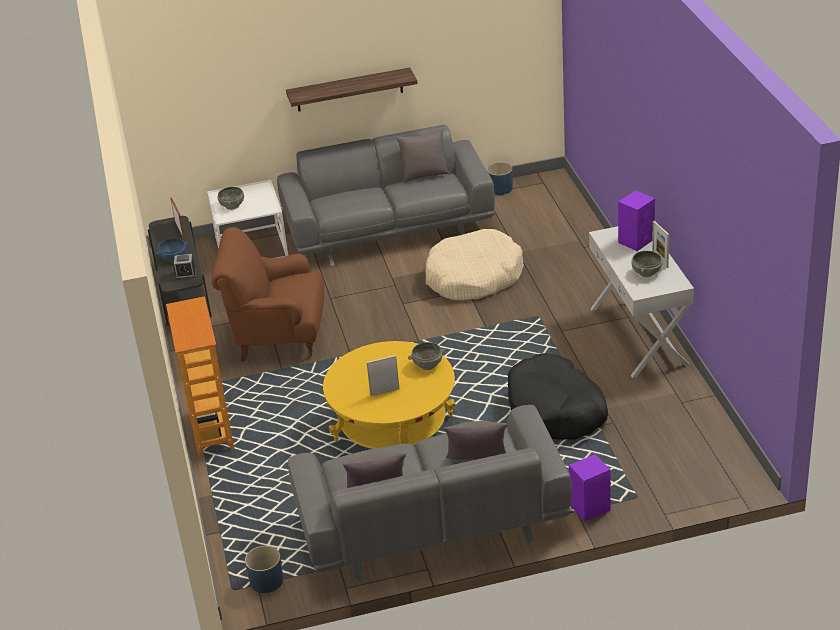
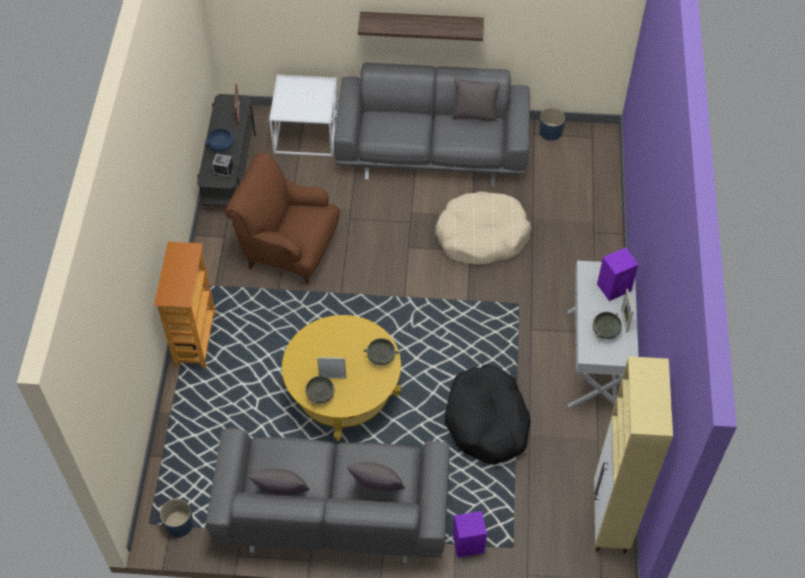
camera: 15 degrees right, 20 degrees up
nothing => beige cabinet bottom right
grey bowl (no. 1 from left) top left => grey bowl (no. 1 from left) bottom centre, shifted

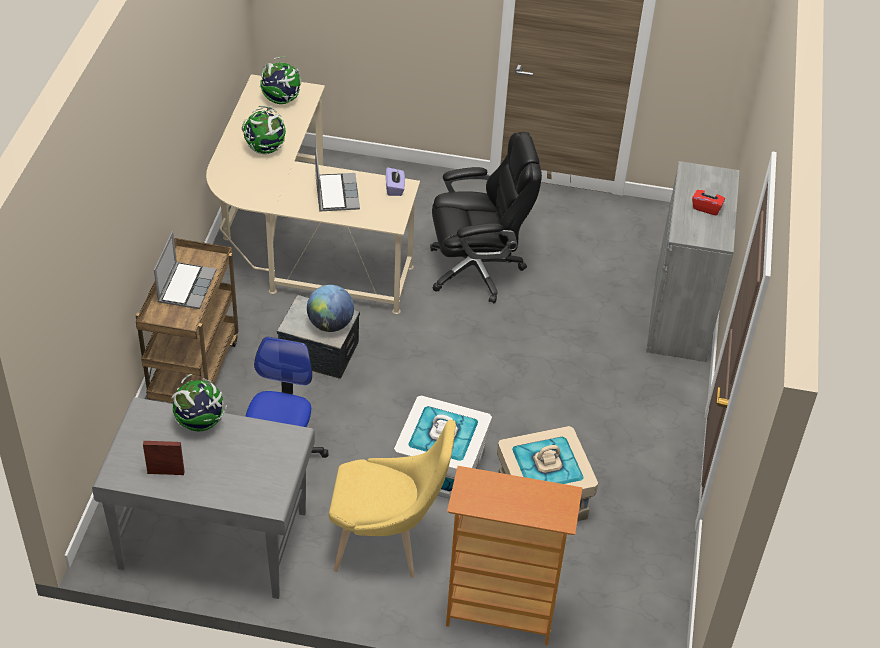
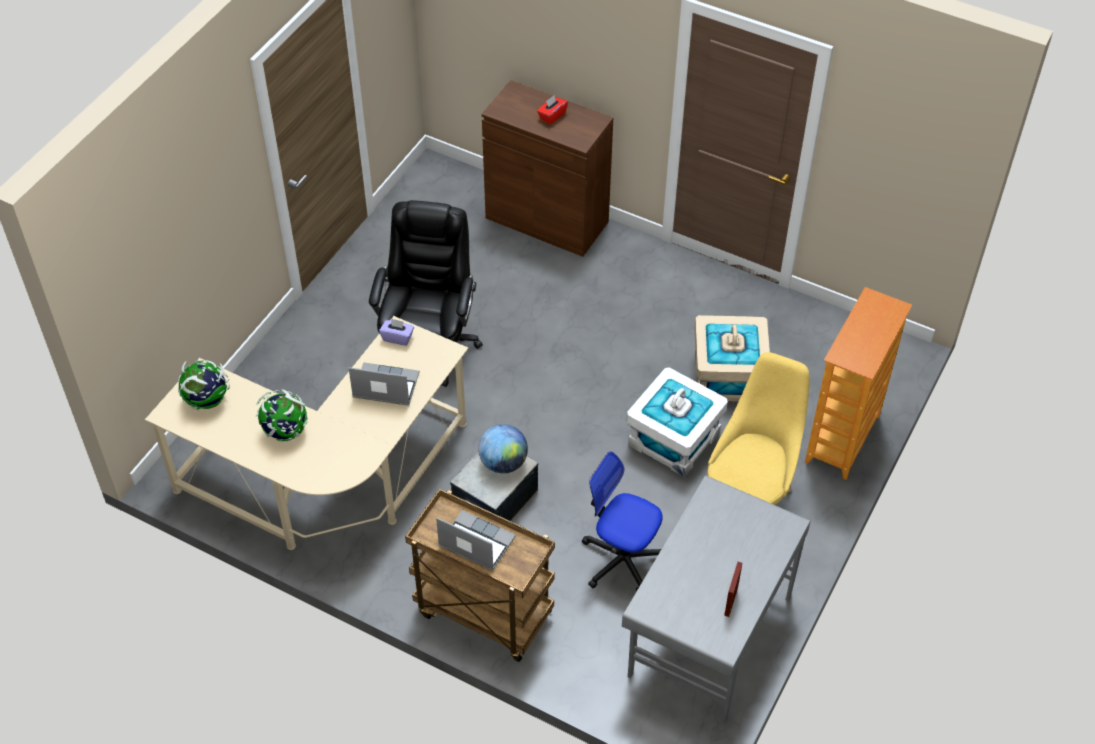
camera: 70 degrees left, 5 degrees up
globe (no. 1 from left) middle left => nothing
grey cabinet middle right => brown cabinet top centre

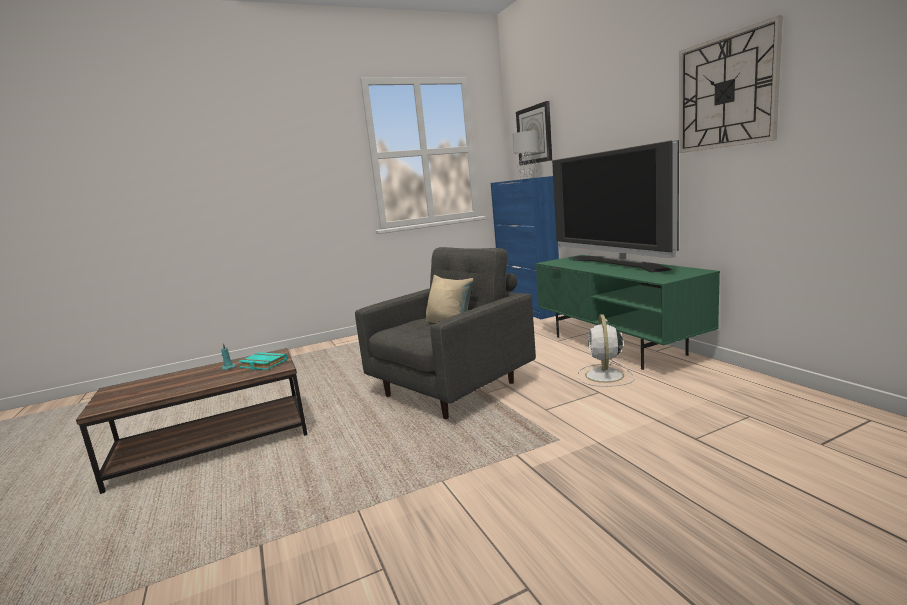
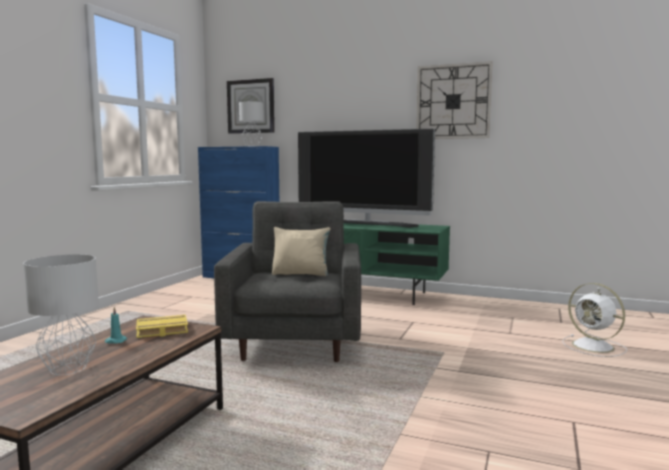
camera: 45 degrees left, 5 degrees down
nothing => grey table lamp (no. 1 from left) bottom left
white fan middle right => white fan bottom right, shifted
turquoise book middle left => yellow book bottom left

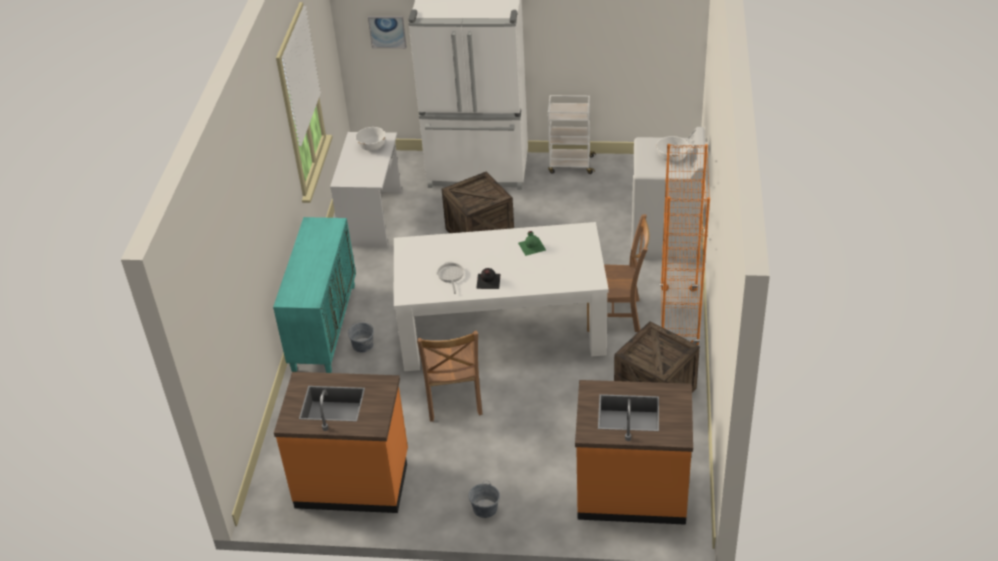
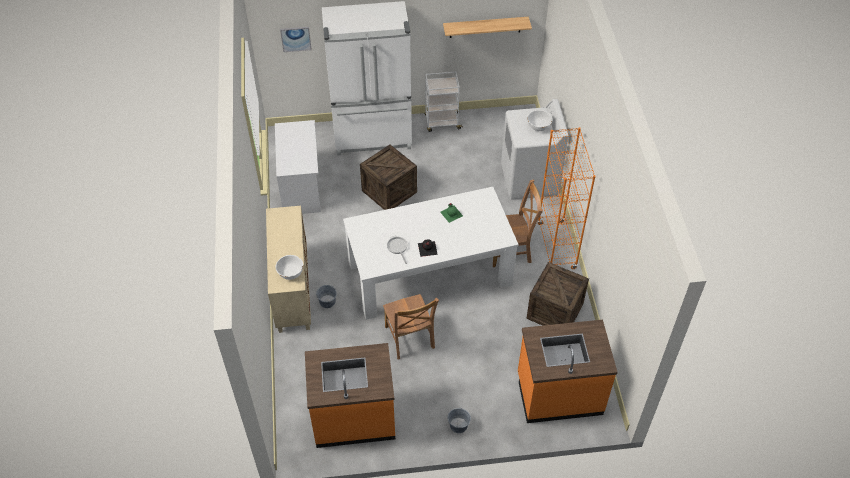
camera: 15 degrees left, 10 degrees up
nothing => shelf top centre
white bowl (no. 1 from left) top centre => white bowl (no. 1 from left) centre, shifted
turquoise cabinet middle left => beige cabinet centre

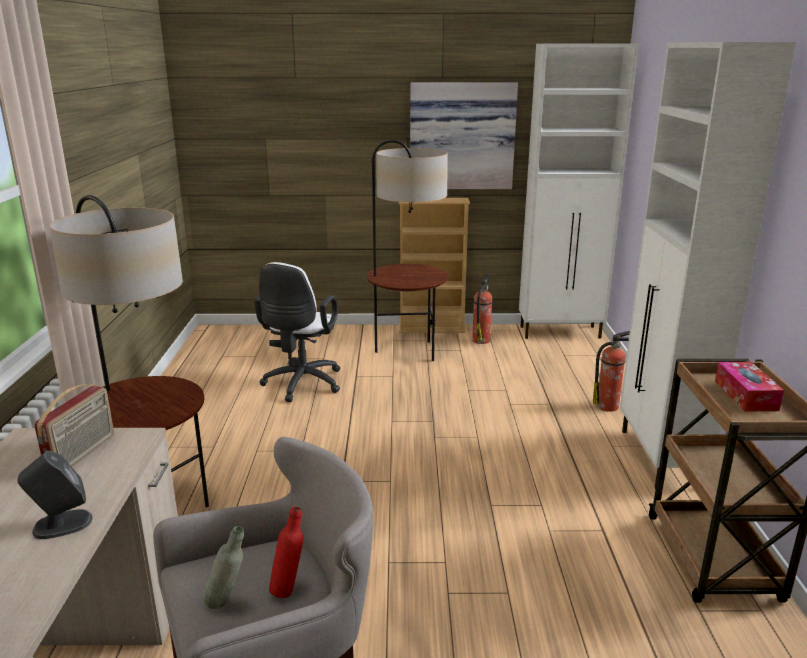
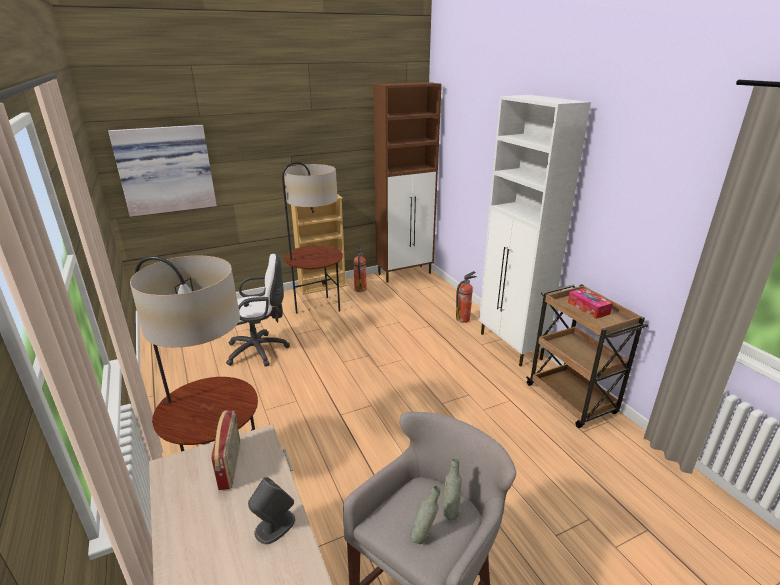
camera: 25 degrees left, 5 degrees up
picture top centre => picture top left, shifted
red bottle bottom centre => grey bottle (no. 2 from left) bottom centre
white cabinet (no. 1 from left) top right => brown cabinet top centre
white office chair centre => white office chair middle left, 90 degrees counterclockwise

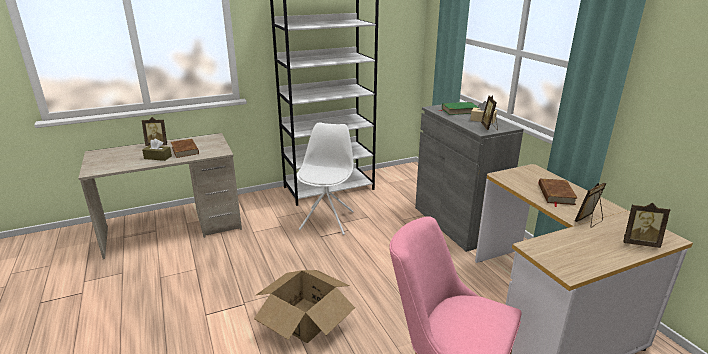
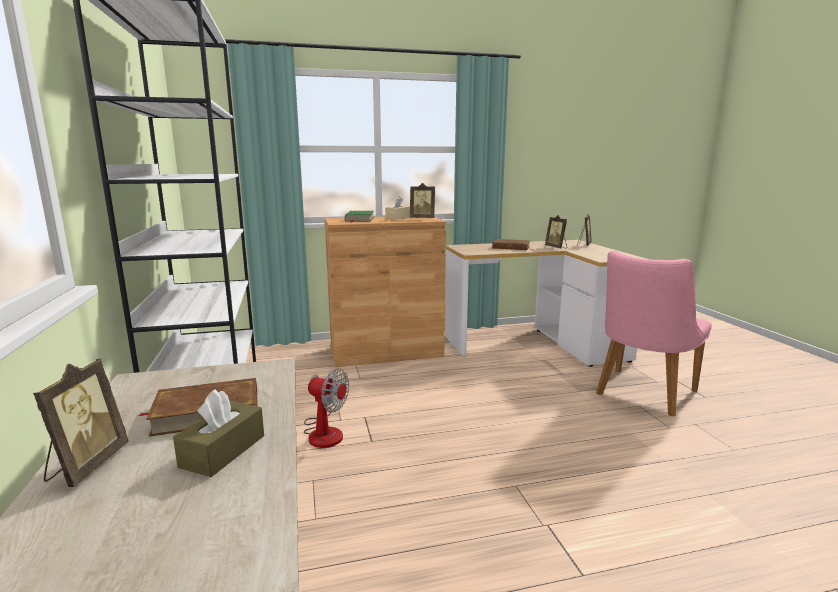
camera: 80 degrees left, 10 degrees down
cardboard box bottom centre => nothing
white chair centre => fan bottom centre
grey cabinet centre => brown cabinet centre

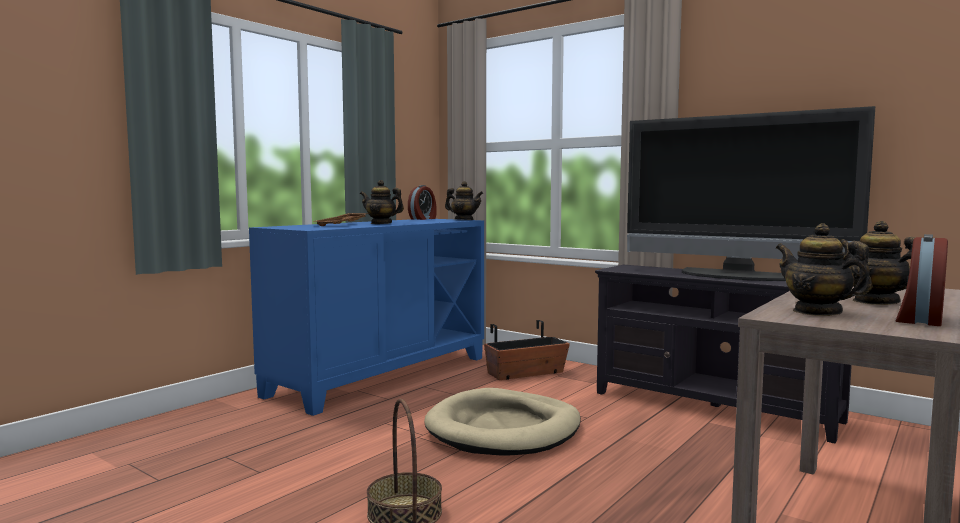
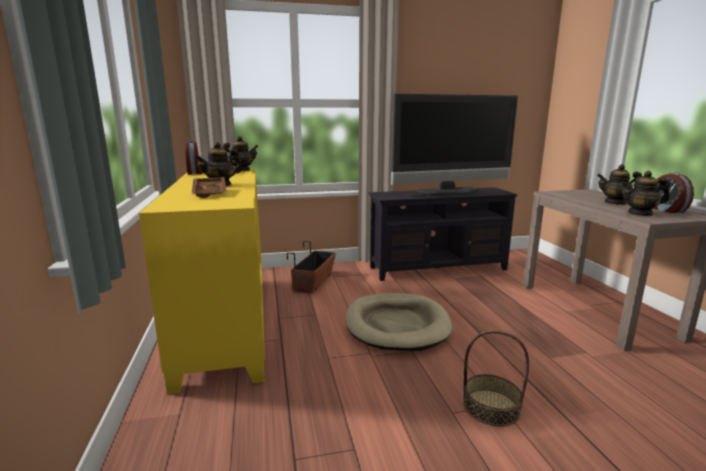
camera: 50 degrees left, 10 degrees up
blue cabinet centre => yellow cabinet middle left

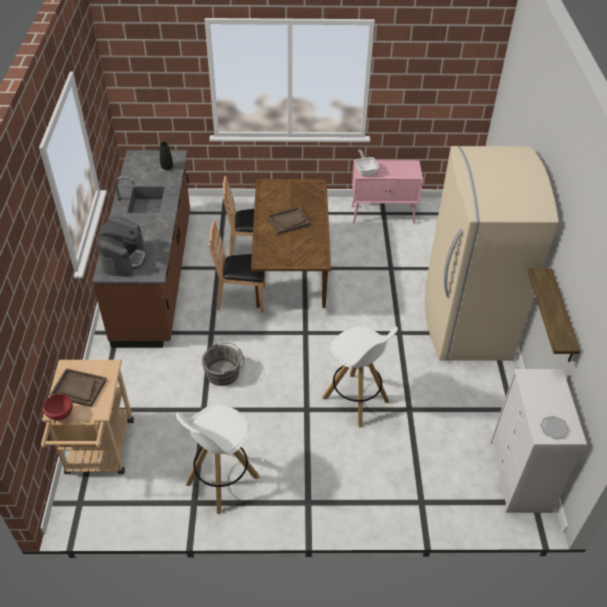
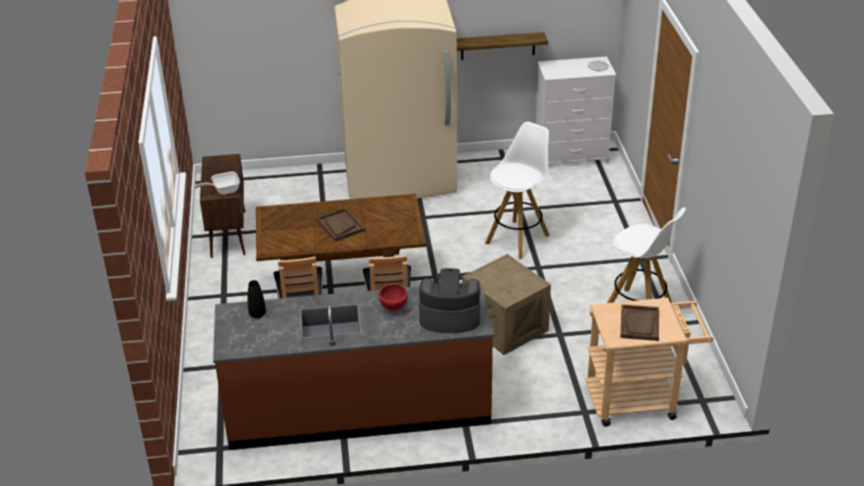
camera: 95 degrees left, 10 degrees down
red bowl bottom left => red bowl centre, shifted
grey bucket centre => crate centre
pink cabinet top centre => brown cabinet middle left

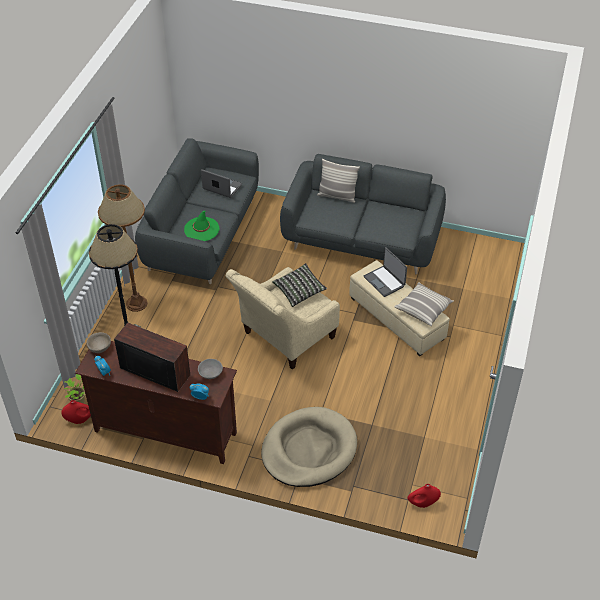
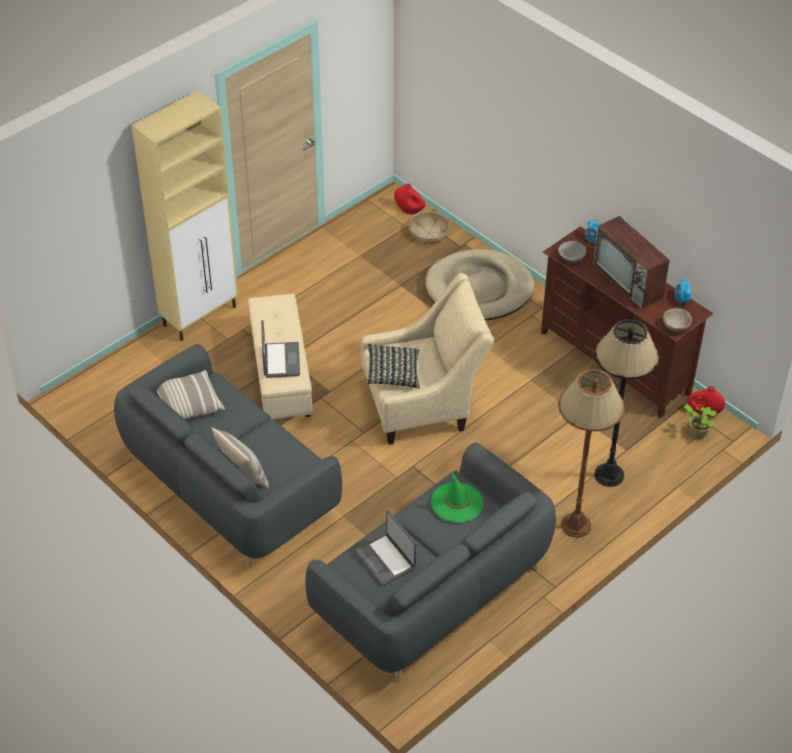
camera: 150 degrees left, 0 degrees up
nothing => beige cabinet top left
nothing => basket top centre
pillow (no. 3 from left in the first image) middle right => pillow (no. 1 from left) middle left, shifted

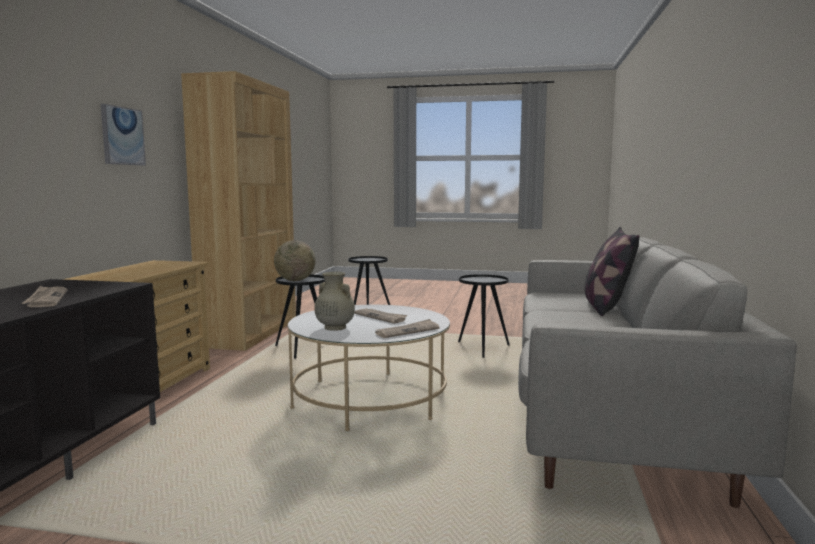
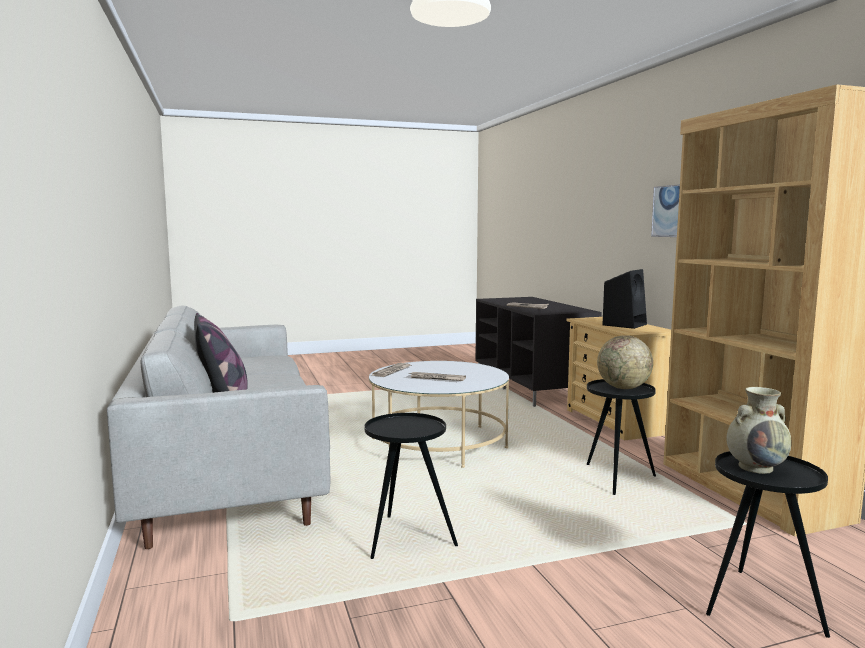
camera: 150 degrees right, 0 degrees up
nothing => black speaker middle right
beige vase centre => beige vase middle right, shifted

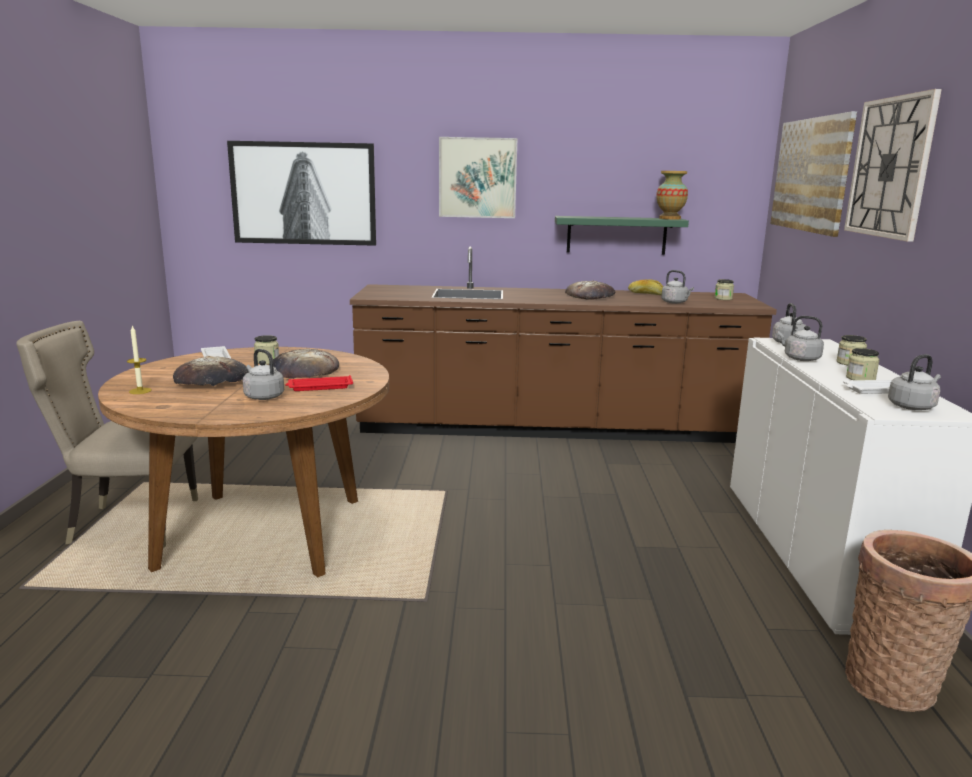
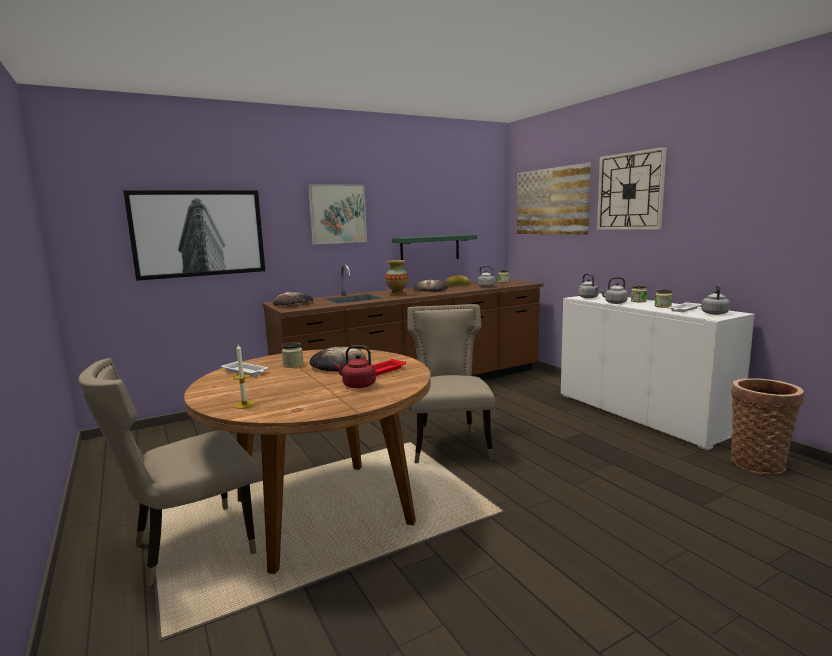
camera: 30 degrees left, 5 degrees down
nothing => beige chair (no. 2 from left) centre
bread (no. 1 from left) middle left => bread (no. 1 from left) centre, shifted
vase top right => vase centre, shifted
grey kettle (no. 1 from left) middle left => red kettle centre

